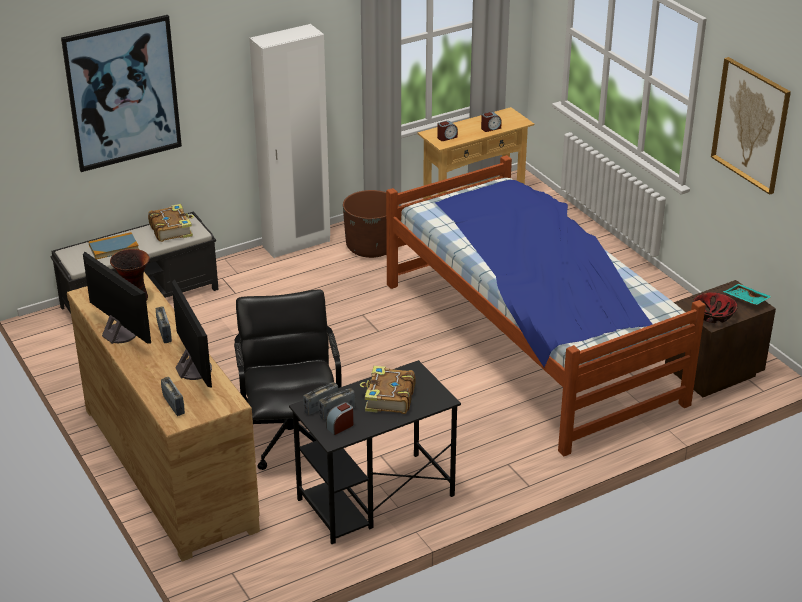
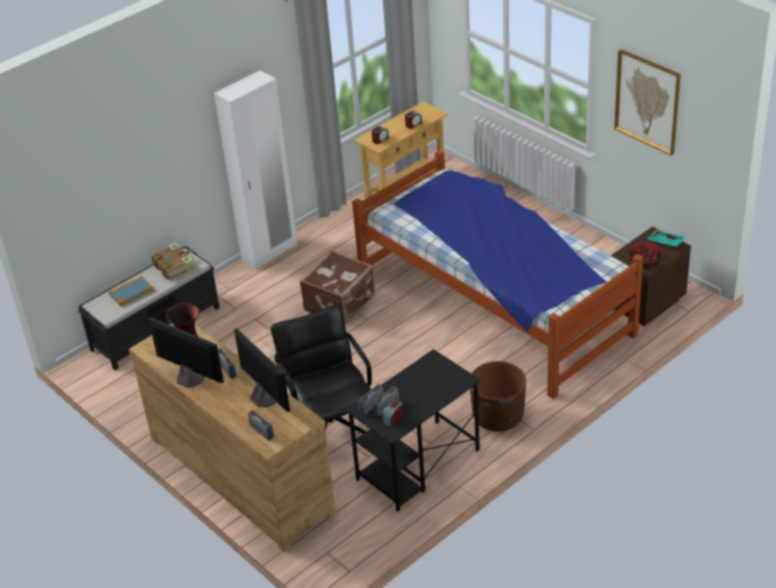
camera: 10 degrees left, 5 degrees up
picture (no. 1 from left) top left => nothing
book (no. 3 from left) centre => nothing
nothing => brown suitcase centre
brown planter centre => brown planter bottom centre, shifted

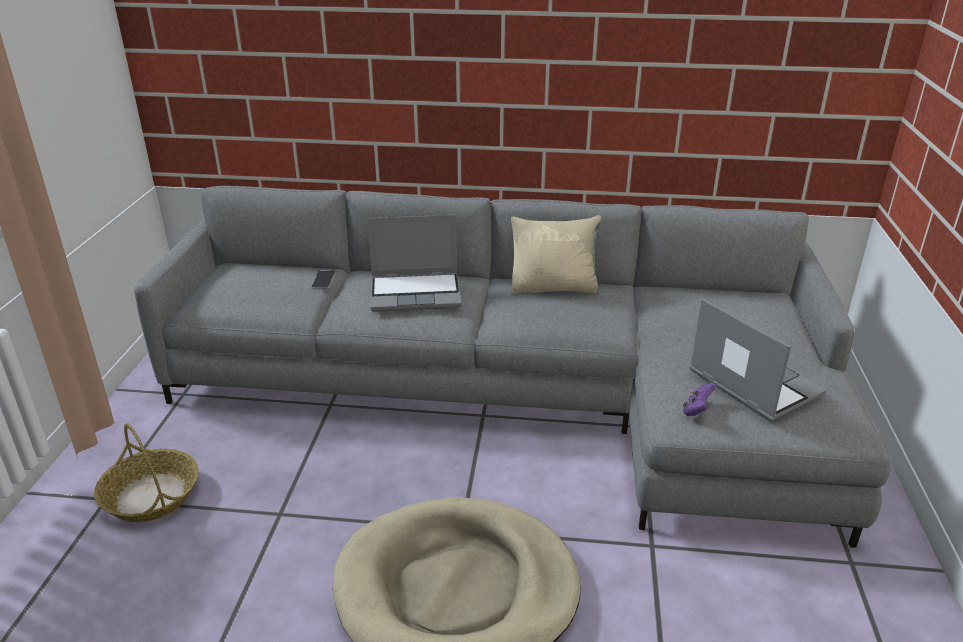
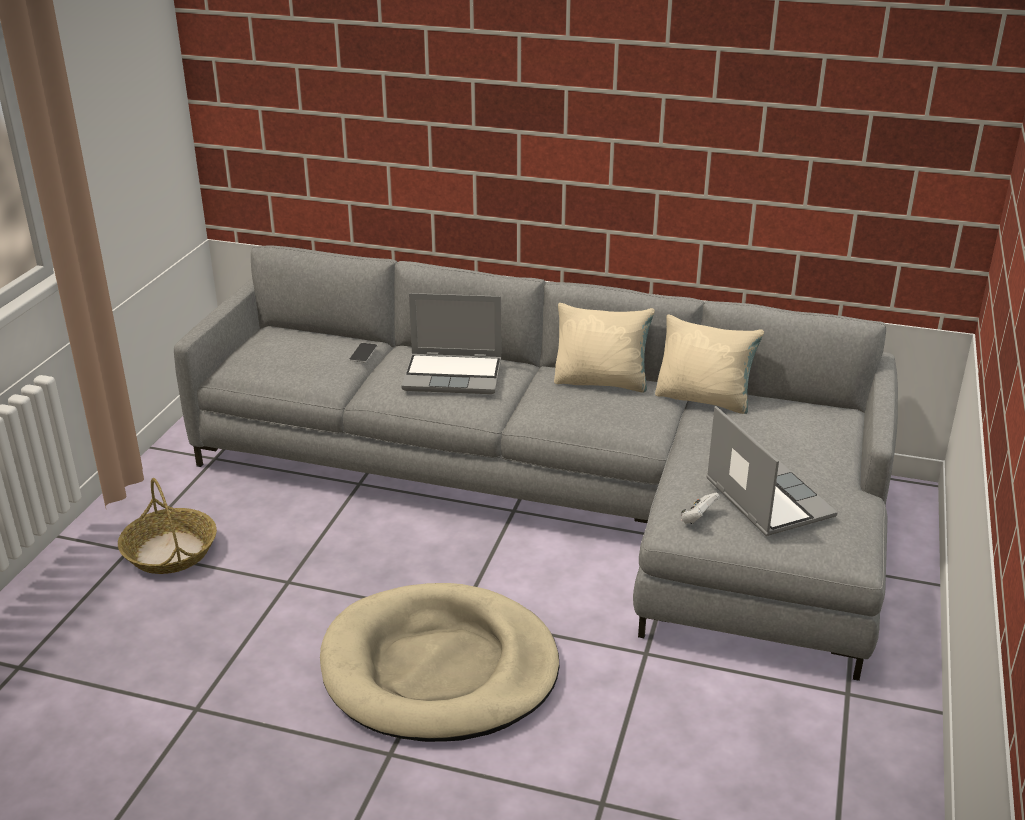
camera: 10 degrees right, 0 degrees up
nothing => beige pillow (no. 2 from left) middle right
purple game controller middle right => white game controller middle right

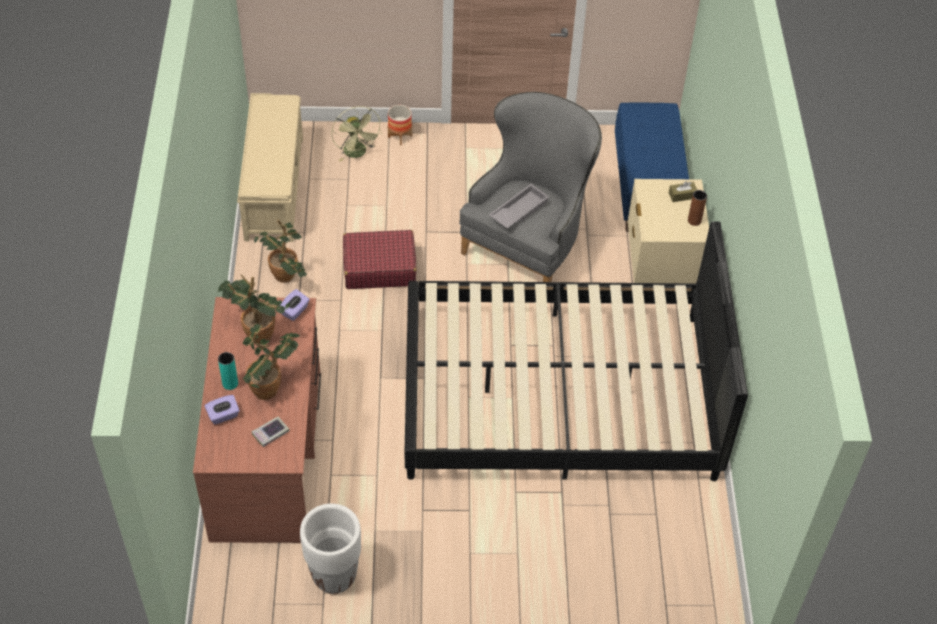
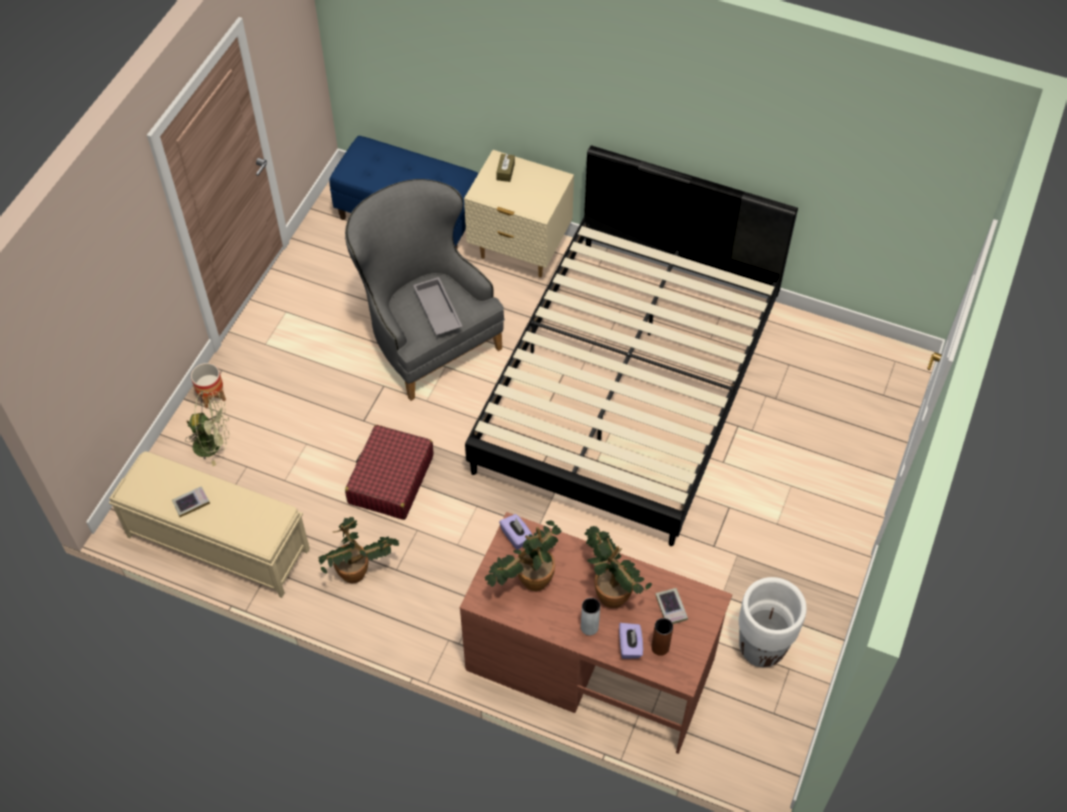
camera: 65 degrees left, 5 degrees up
nothing => book (no. 1 from left) middle left
brown vase middle right => brown vase bottom centre, shifted
turquoise vase middle left => grey vase bottom centre

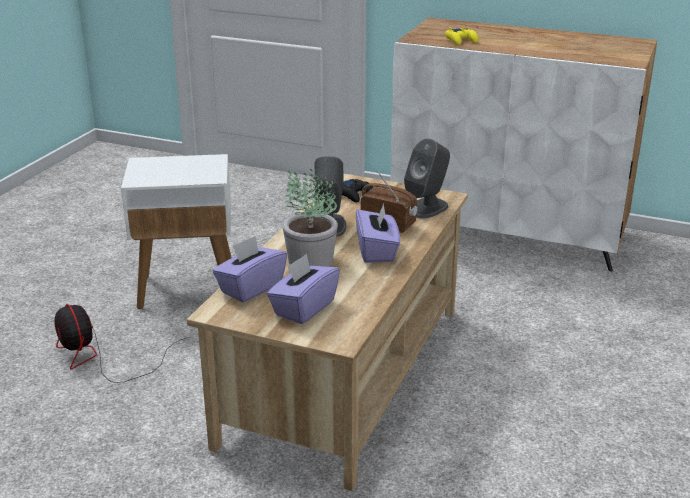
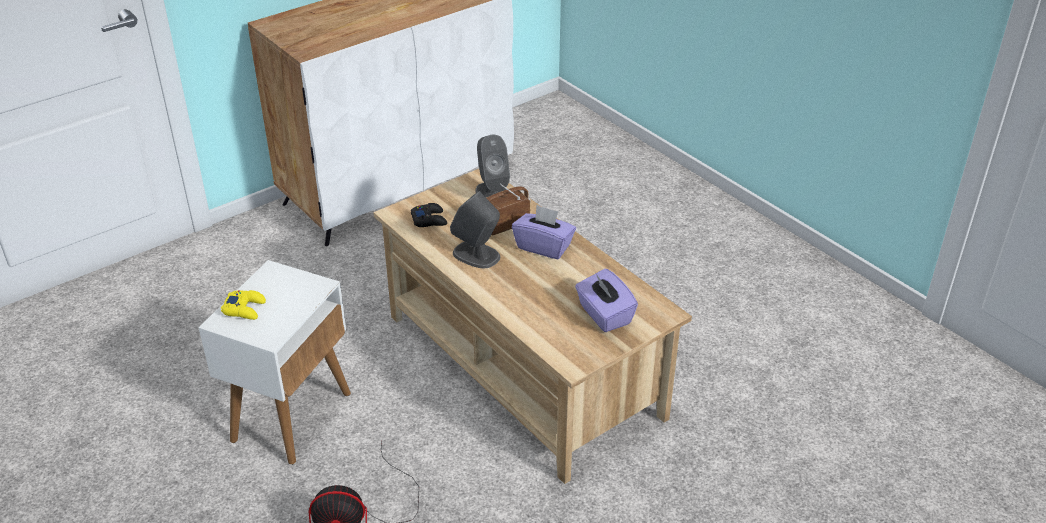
camera: 60 degrees left, 10 degrees up
purple tissue box (no. 1 from left) centre => nothing
potted plant centre => nothing
yellow game controller top right => yellow game controller middle left, shifted

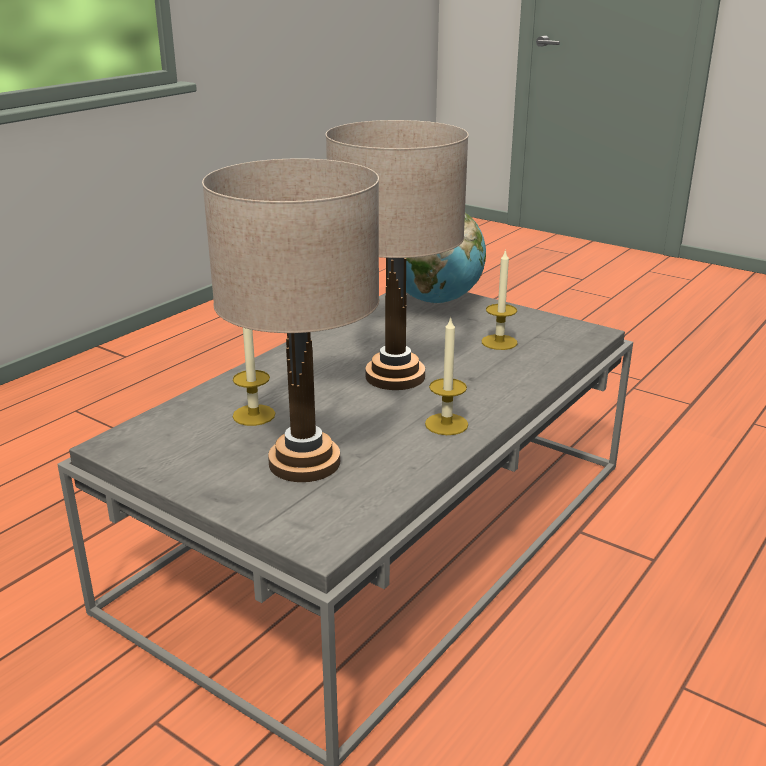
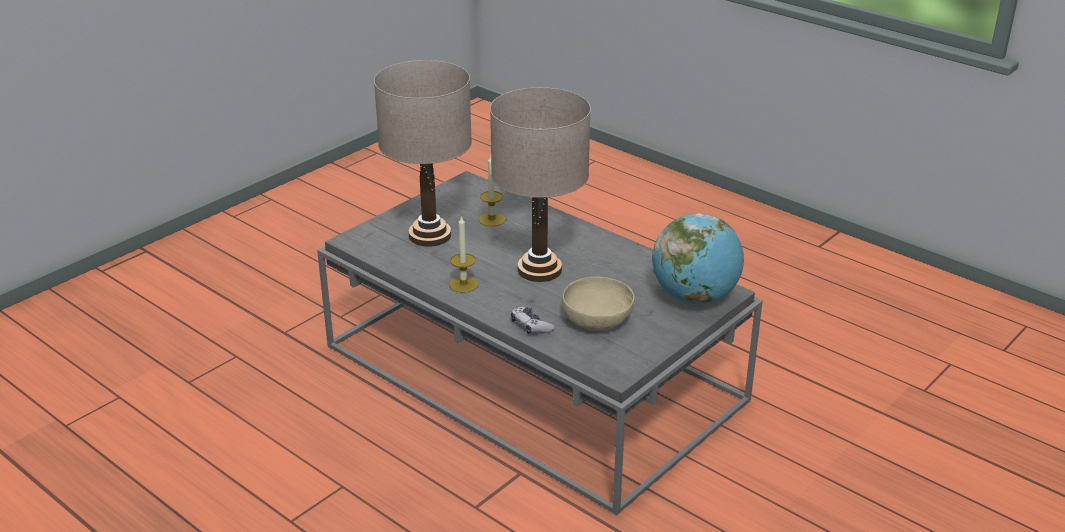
camera: 95 degrees right, 5 degrees up
nothing => game controller centre
candle (no. 3 from left) centre => beige bowl centre

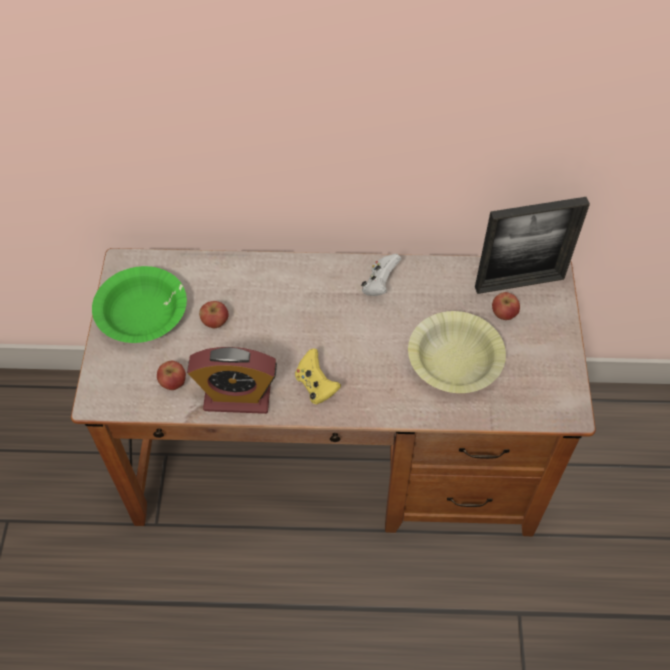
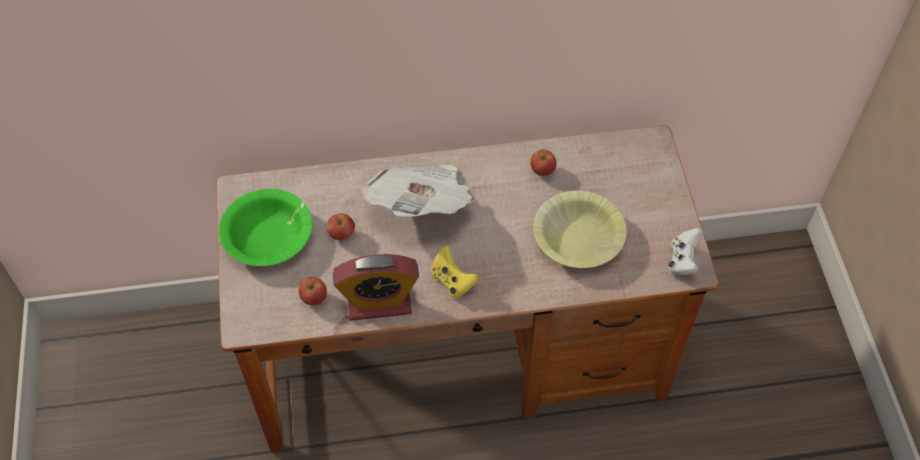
camera: 10 degrees left, 0 degrees up
picture frame middle right => nothing
nothing => newspaper centre
white game controller centre => white game controller middle right, shifted
apple (no. 3 from left) middle right => apple (no. 3 from left) centre, shifted

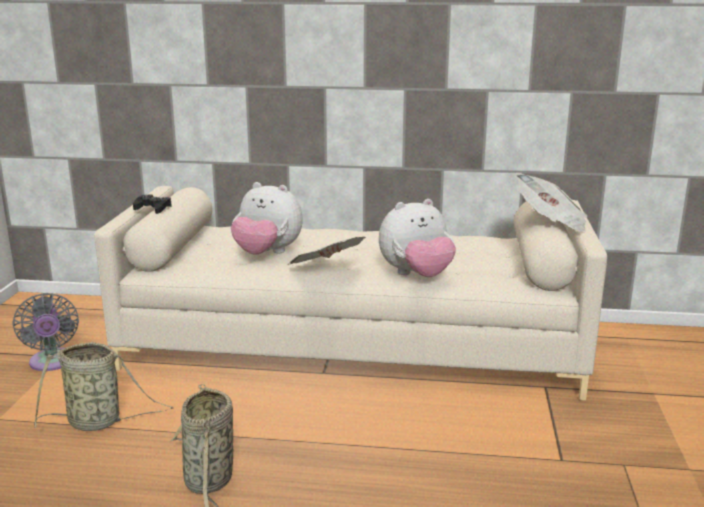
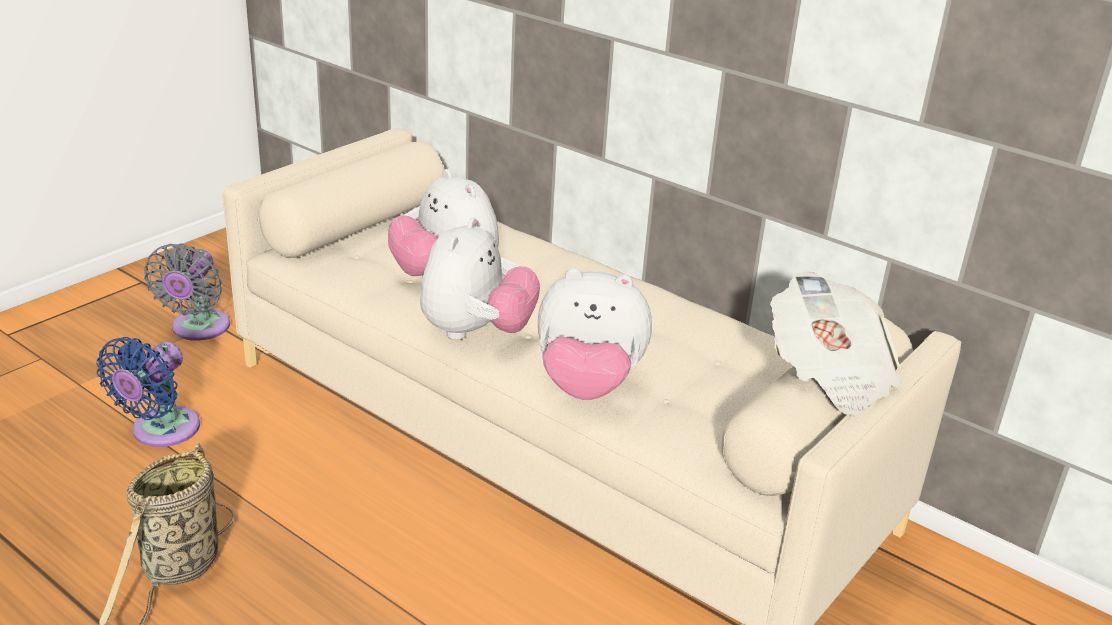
camera: 30 degrees right, 10 degrees up
black game controller middle left => nothing
basket (no. 1 from left) bottom left => blue fan middle left
newspaper (no. 1 from left) centre => plush toy (no. 2 from left) centre

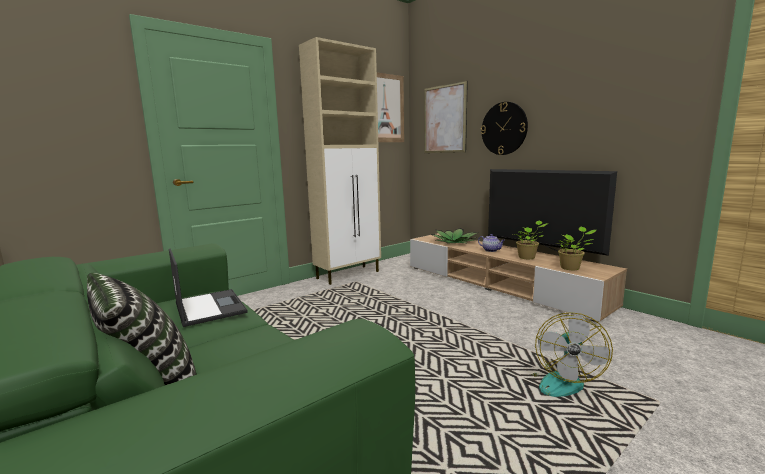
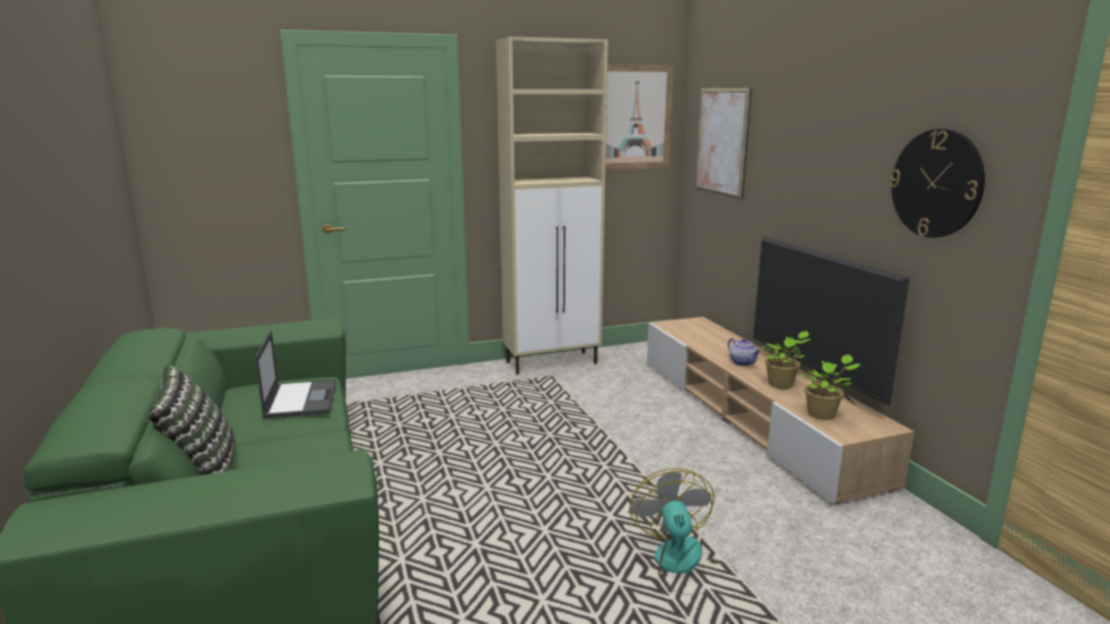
camera: 20 degrees right, 5 degrees up
potted plant (no. 1 from left) centre => nothing
wall clock top centre => wall clock top right, shifted
fan bottom right => fan bottom centre, 135 degrees clockwise

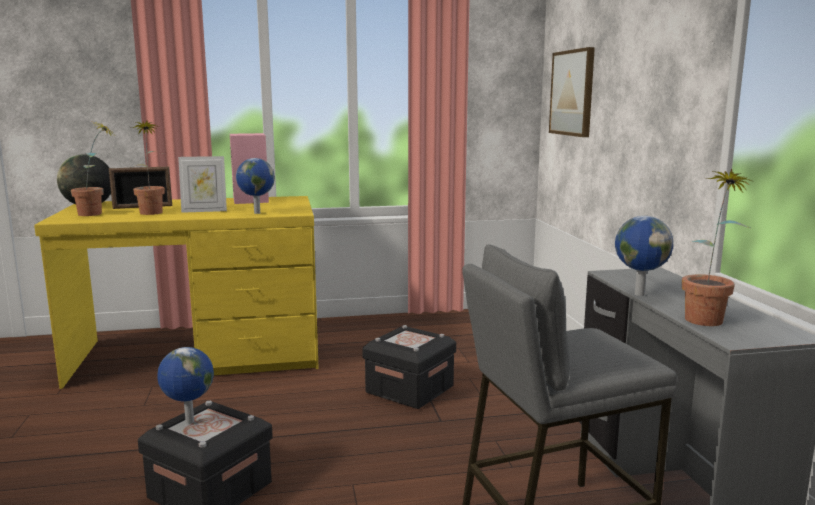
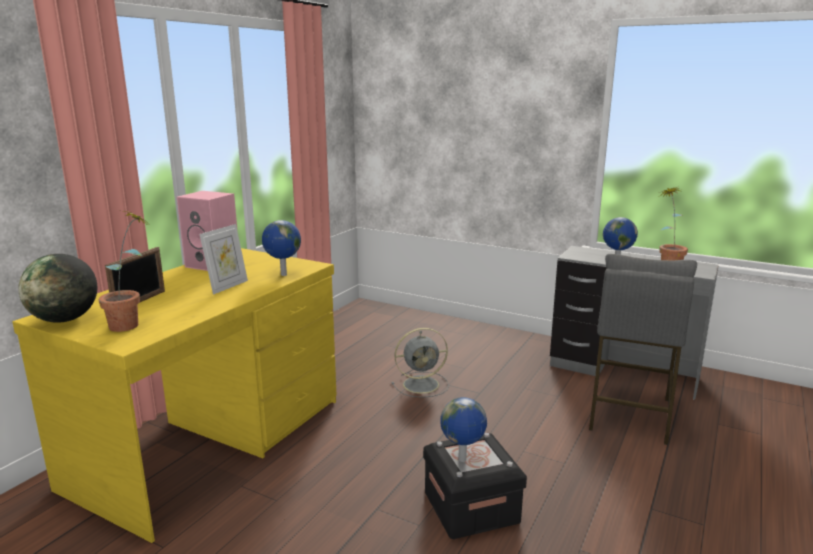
camera: 50 degrees left, 5 degrees up
potted plant (no. 2 from left) top left => nothing
picture top right => nothing
black storage box (no. 2 from left) bottom centre => grey fan centre

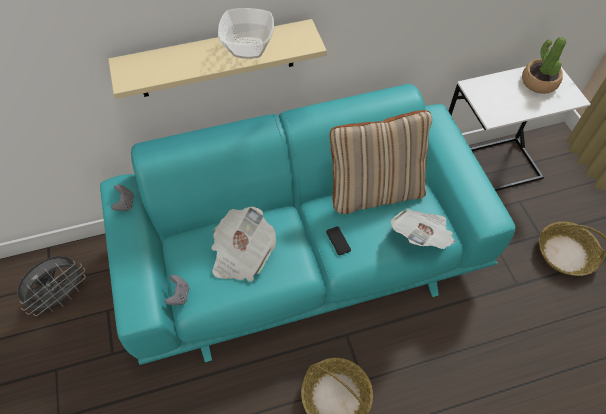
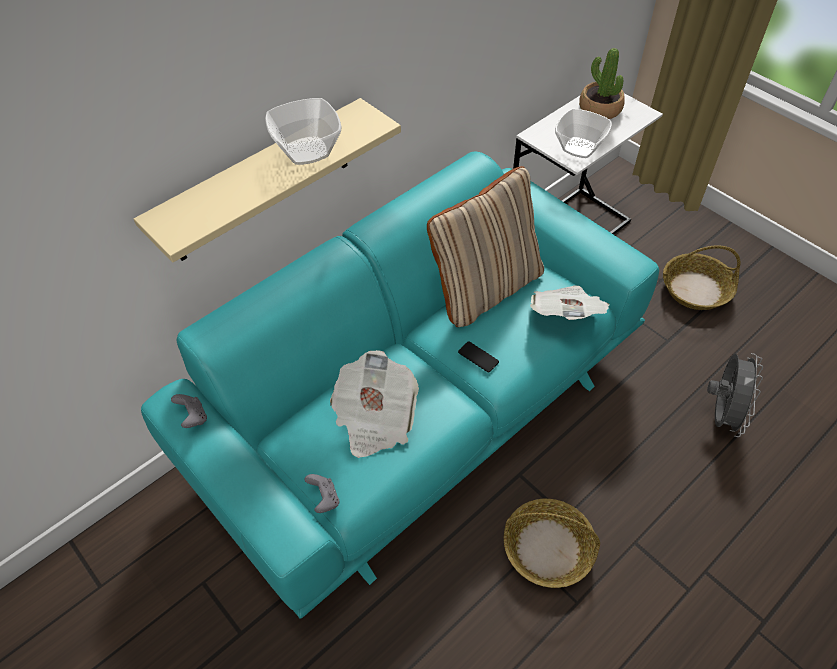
camera: 25 degrees left, 5 degrees down
nothing => bowl (no. 2 from left) top right
grey fan bottom left => grey fan middle right, shifted

